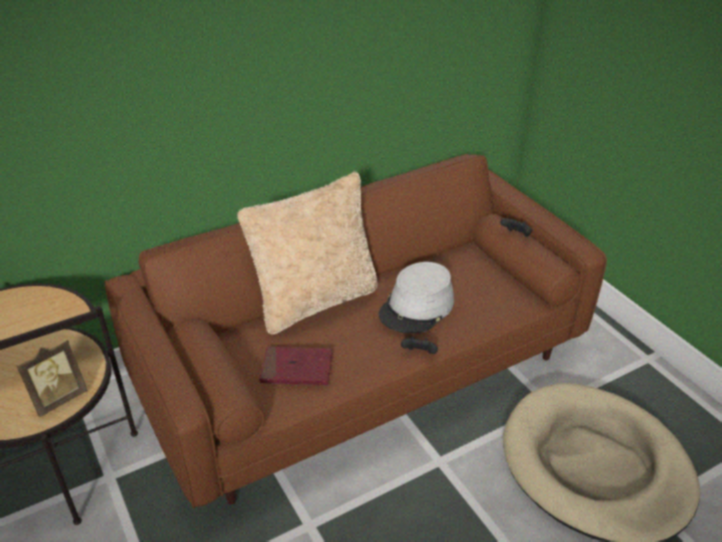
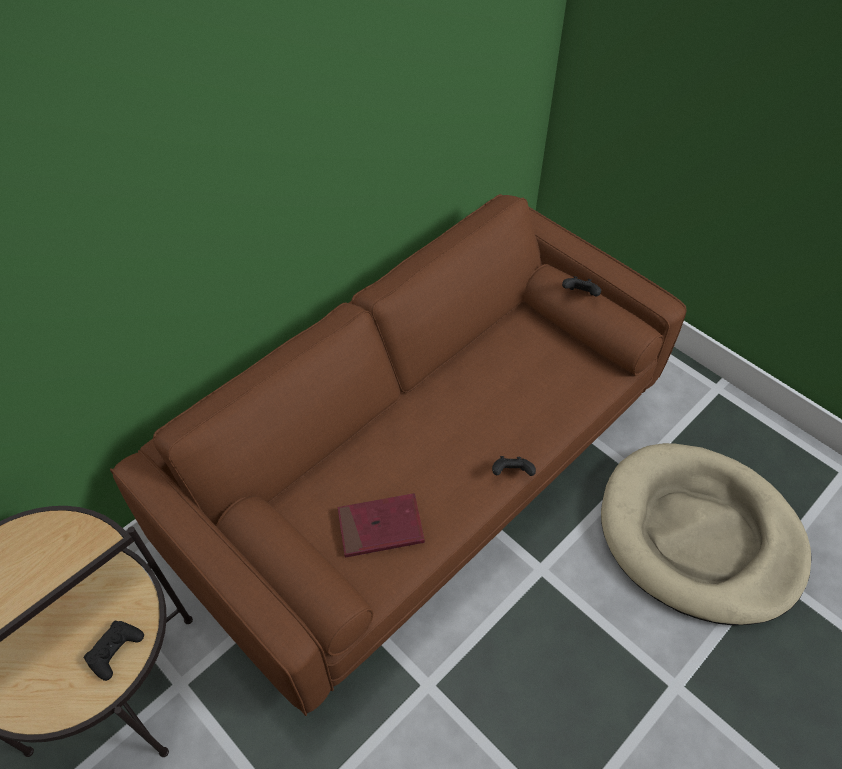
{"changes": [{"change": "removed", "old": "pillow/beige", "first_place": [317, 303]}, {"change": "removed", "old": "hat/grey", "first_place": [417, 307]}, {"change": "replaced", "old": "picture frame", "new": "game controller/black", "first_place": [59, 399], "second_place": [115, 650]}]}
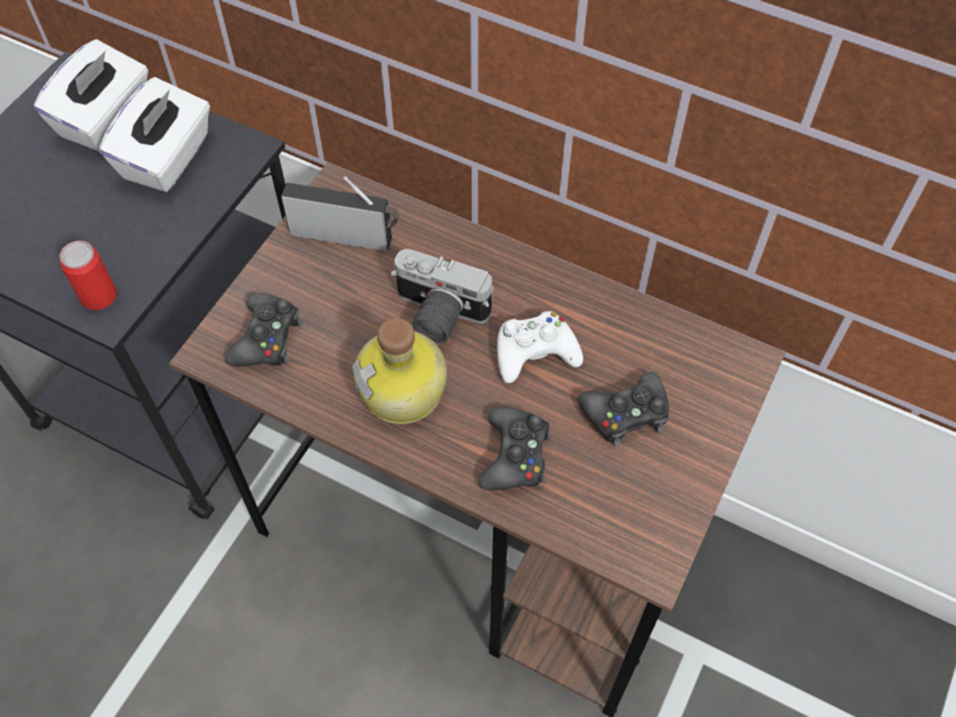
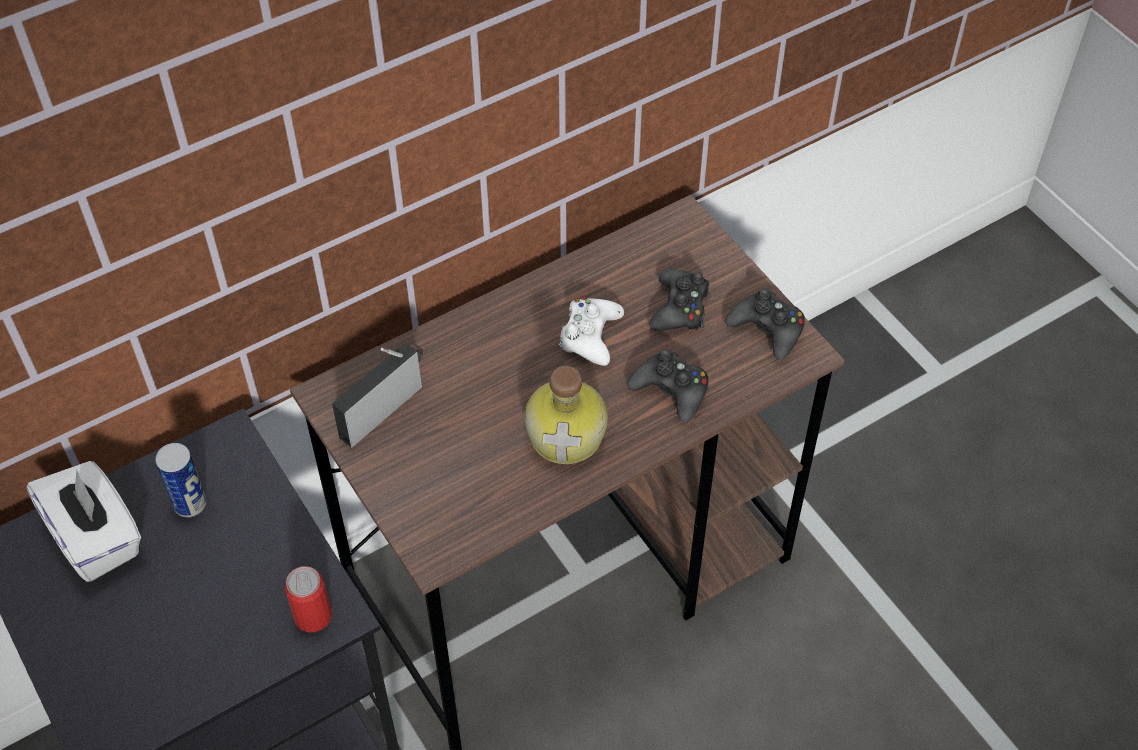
{"changes": [{"change": "removed", "old": "photo camera", "first_place": [437, 315]}, {"change": "moved", "old": "game controller/black", "first_place": [267, 338], "second_place": [767, 329]}, {"change": "replaced", "old": "tissue box/white", "new": "can", "first_place": [168, 158], "second_place": [190, 504]}]}
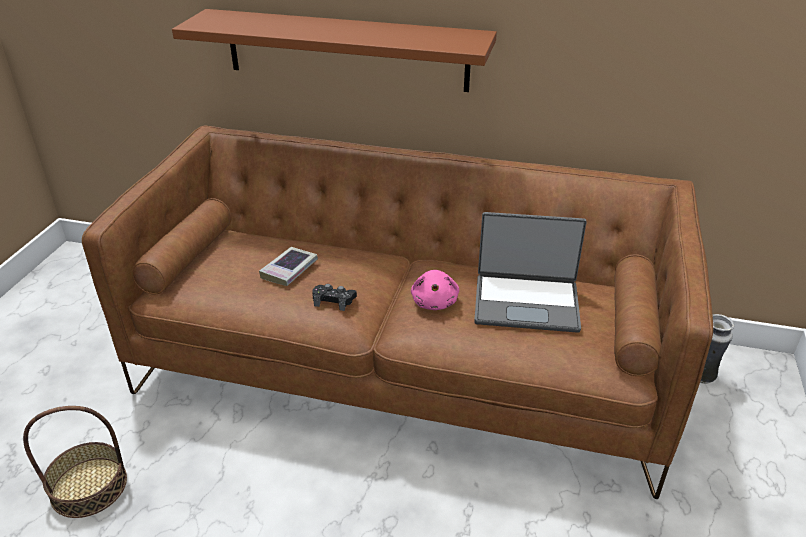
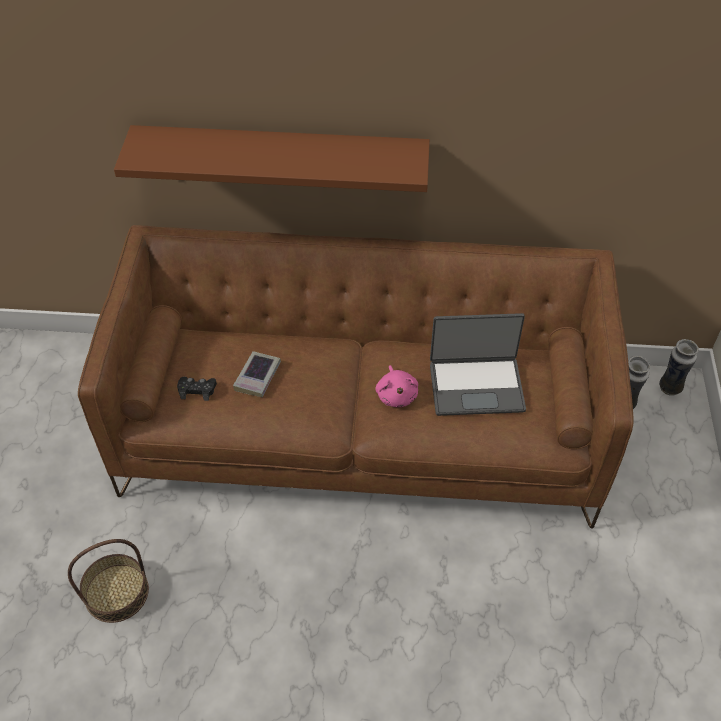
{"changes": [{"change": "added", "new": "vase", "second_place": [670, 387]}, {"change": "moved", "old": "game controller/black", "first_place": [334, 300], "second_place": [197, 390]}]}
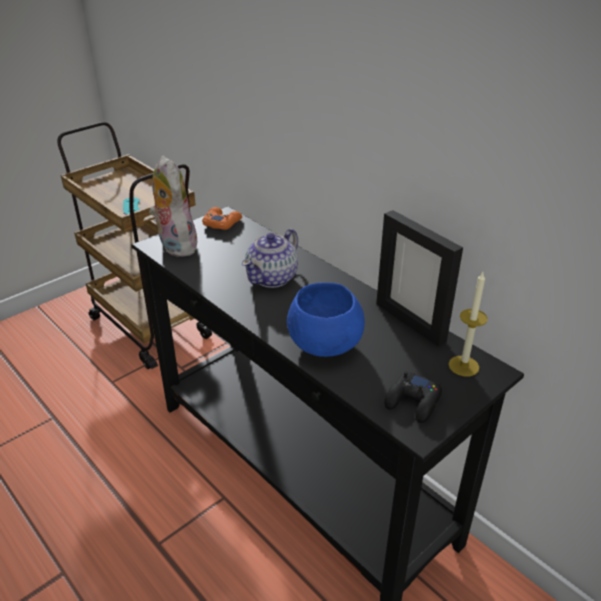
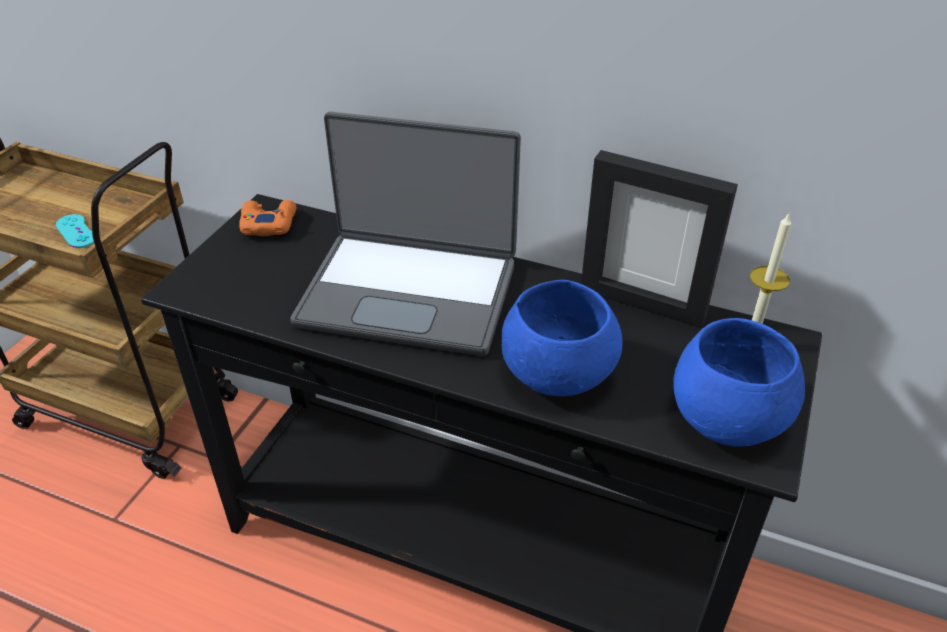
{"changes": [{"change": "removed", "old": "plush toy", "first_place": [175, 245]}, {"change": "replaced", "old": "teapot", "new": "laptop", "first_place": [273, 278], "second_place": [410, 292]}, {"change": "replaced", "old": "game controller/black", "new": "bowl/blue", "first_place": [413, 402], "second_place": [729, 419]}]}
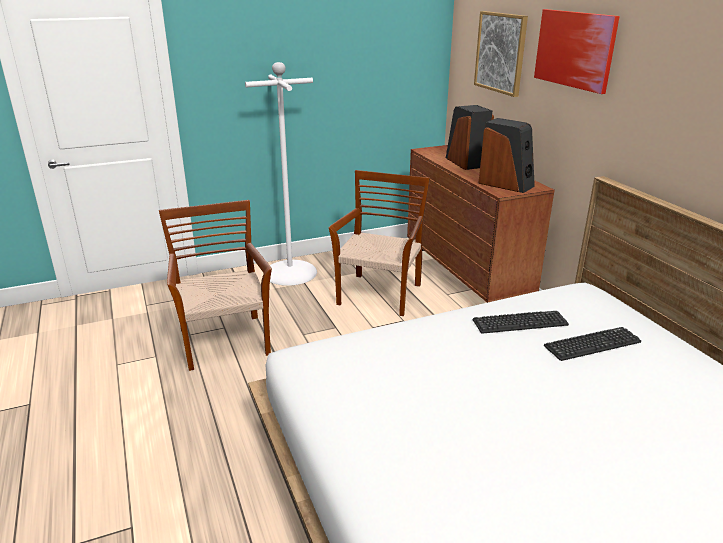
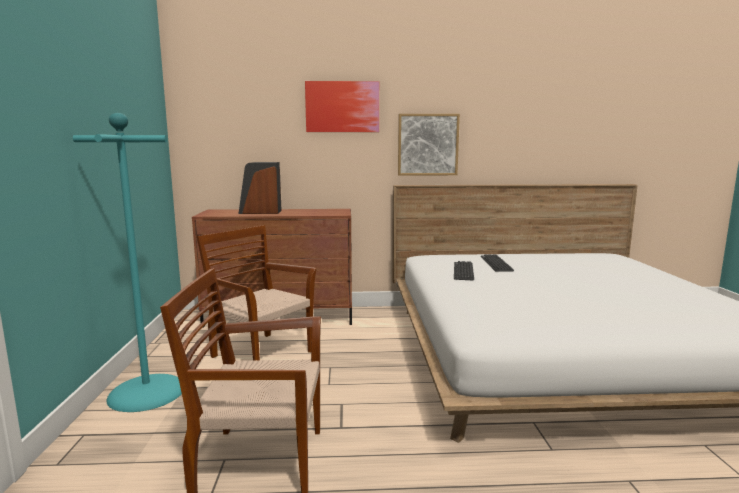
{"changes": [{"change": "removed", "old": "speaker", "first_place": [506, 184]}, {"change": "moved", "old": "picture", "first_place": [501, 52], "second_place": [428, 144]}, {"change": "recoloured", "old": "clothes rack/white", "new": "clothes rack/turquoise", "first_place": [290, 273], "second_place": [147, 392]}]}
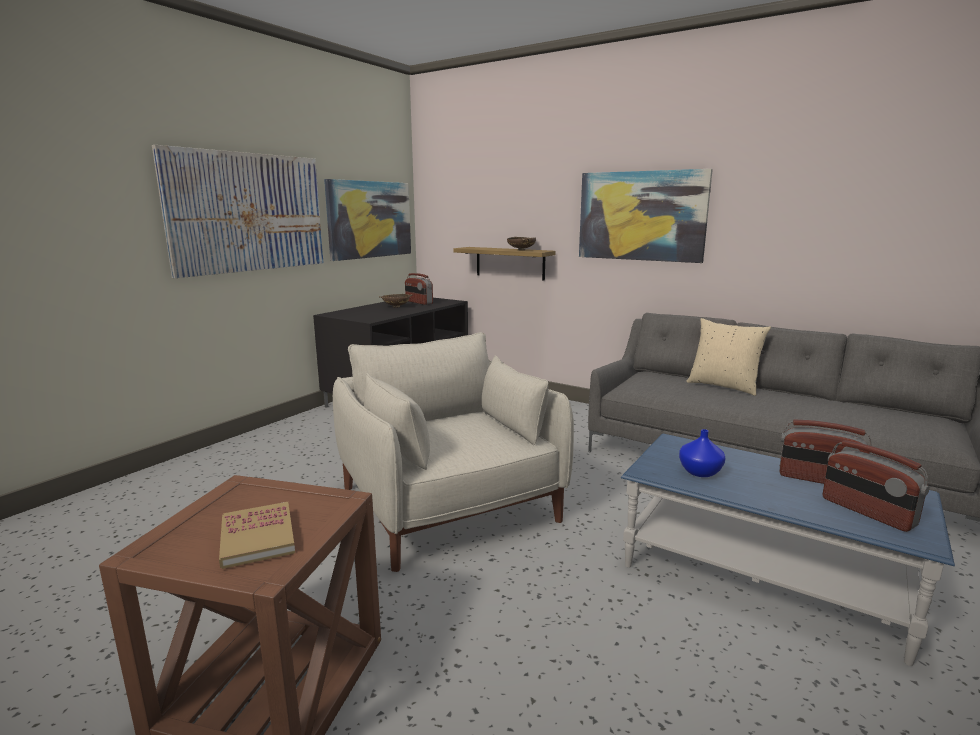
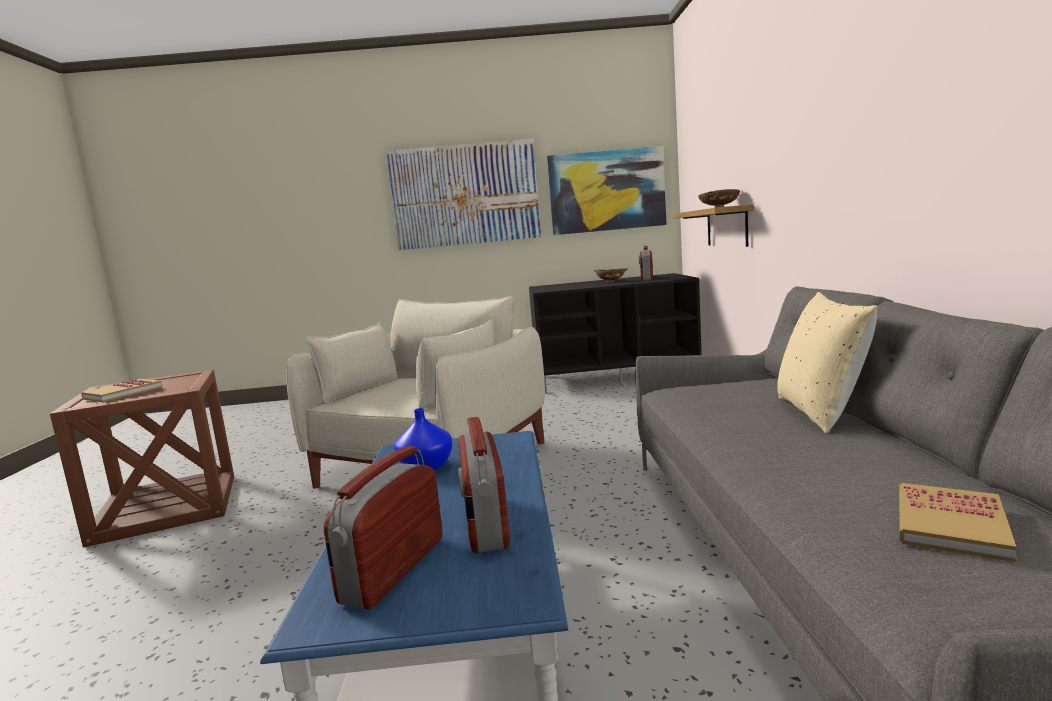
{"changes": [{"change": "removed", "old": "picture", "first_place": [641, 216]}, {"change": "added", "new": "book", "second_place": [950, 524]}]}
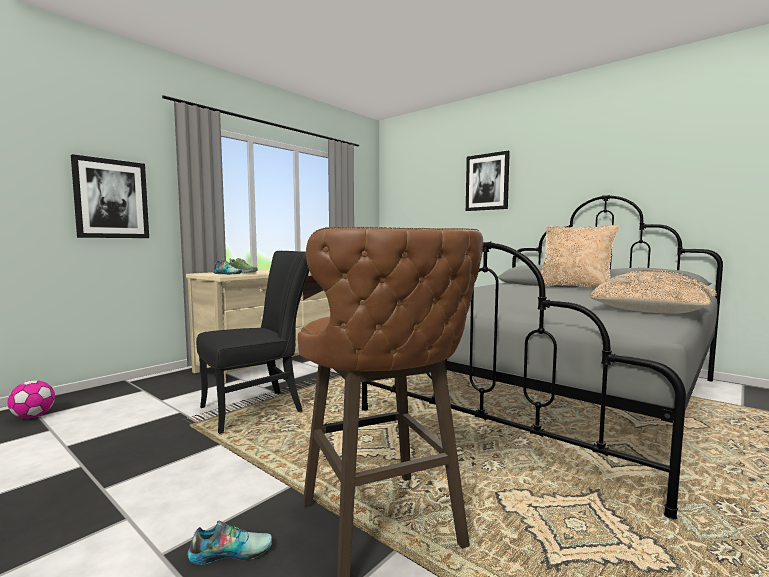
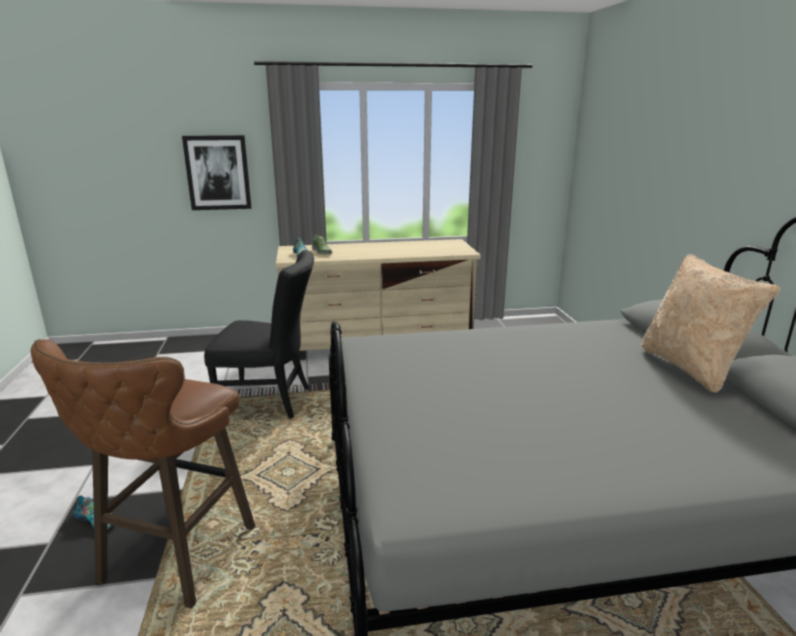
{"changes": [{"change": "removed", "old": "football", "first_place": [33, 416]}, {"change": "removed", "old": "picture", "first_place": [487, 182]}, {"change": "removed", "old": "pillow/beige", "first_place": [652, 309]}]}
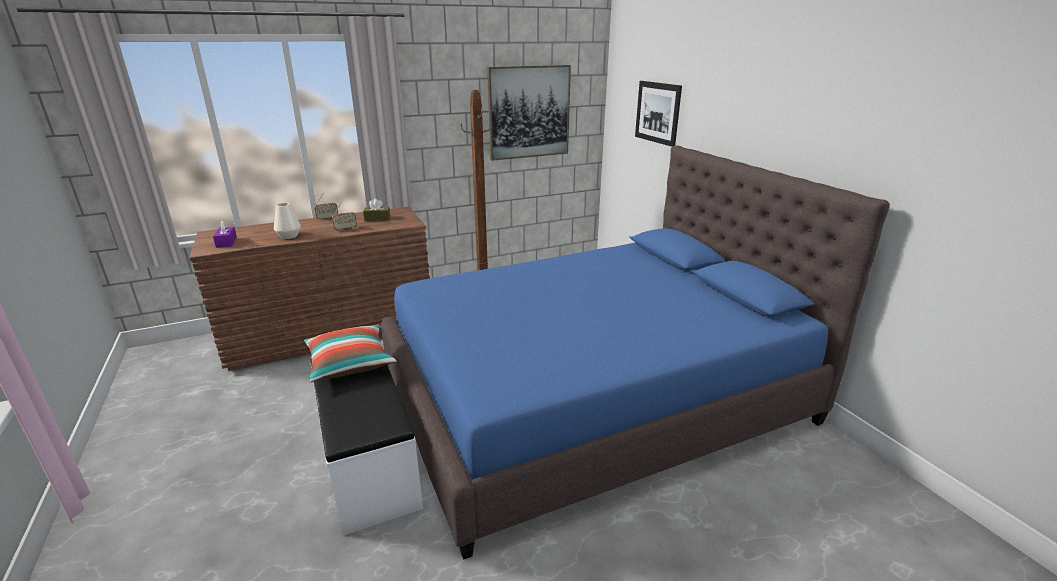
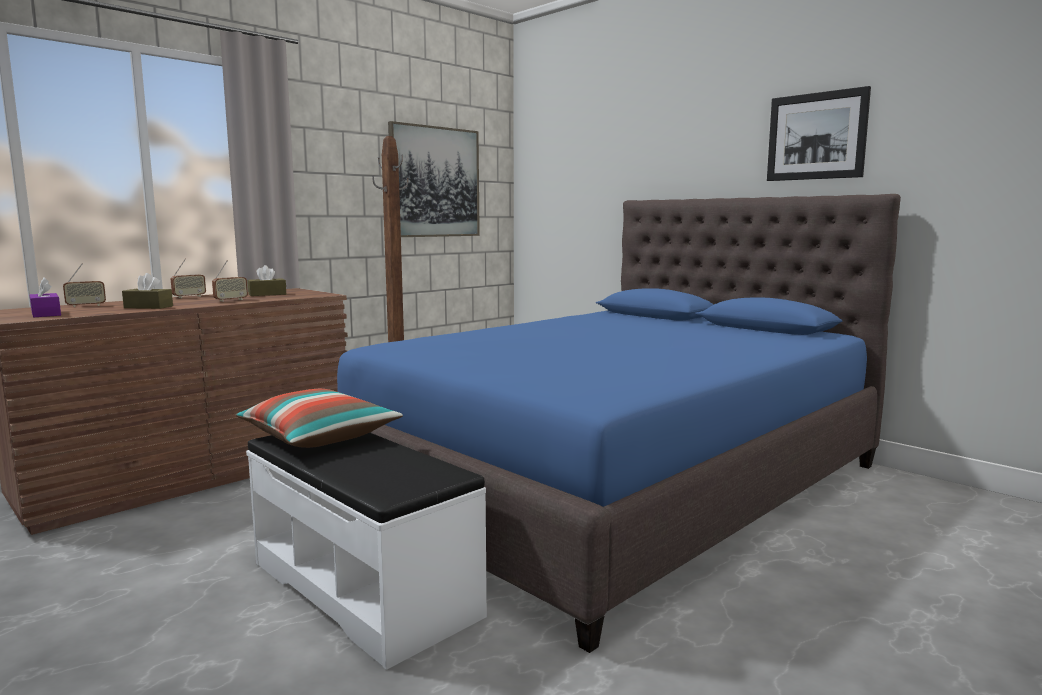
{"changes": [{"change": "added", "new": "radio", "second_place": [86, 306]}, {"change": "moved", "old": "picture", "first_place": [657, 112], "second_place": [816, 136]}, {"change": "replaced", "old": "vase/white", "new": "tissue box/brown", "first_place": [289, 236], "second_place": [148, 307]}]}
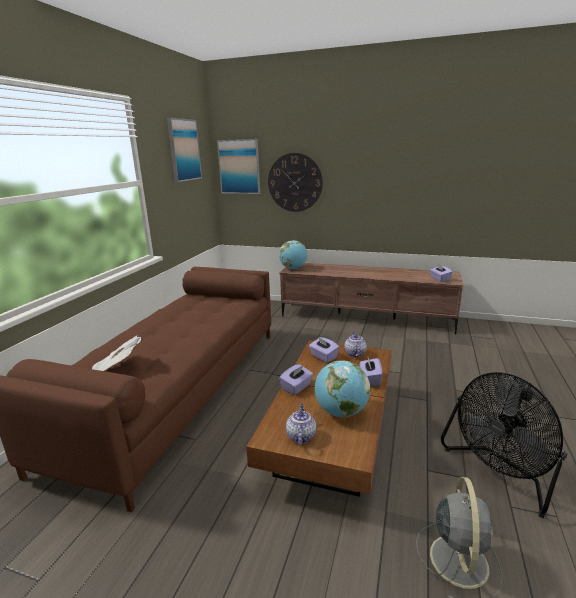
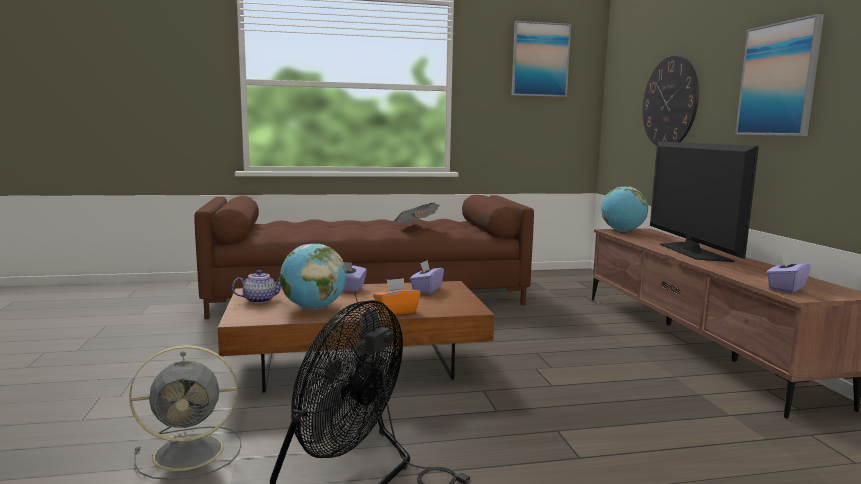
{"changes": [{"change": "removed", "old": "teapot", "first_place": [354, 353]}, {"change": "added", "new": "television", "second_place": [691, 251]}, {"change": "moved", "old": "newspaper", "first_place": [117, 368], "second_place": [415, 227]}, {"change": "moved", "old": "picture", "first_place": [239, 167], "second_place": [778, 80]}, {"change": "recoloured", "old": "tissue box/purple", "new": "tissue box/orange", "first_place": [369, 379], "second_place": [396, 311]}]}
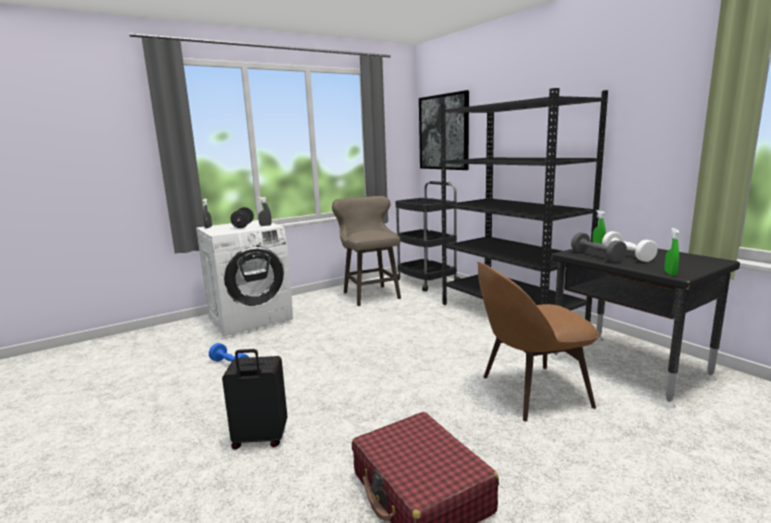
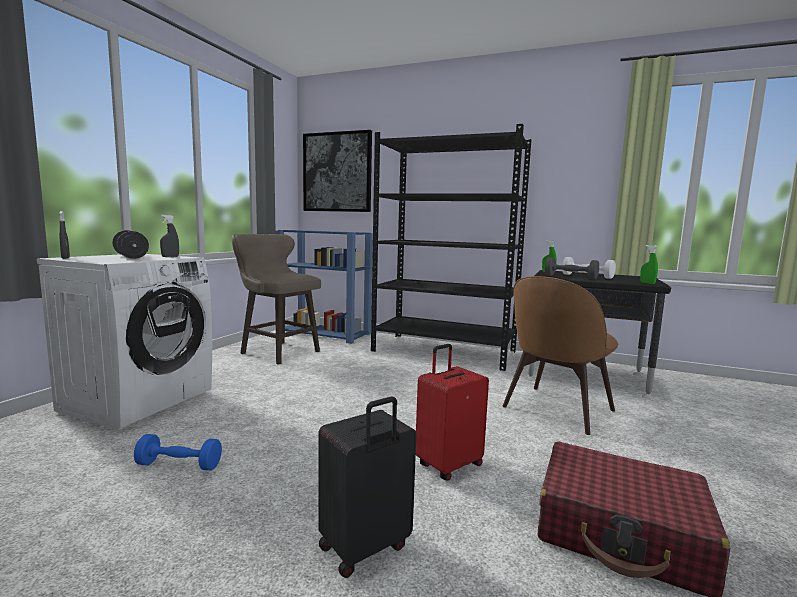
{"changes": [{"change": "added", "new": "suitcase/red", "second_place": [448, 465]}, {"change": "replaced", "old": "cart/black", "new": "bookcase/blue", "first_place": [426, 281], "second_place": [324, 333]}]}
